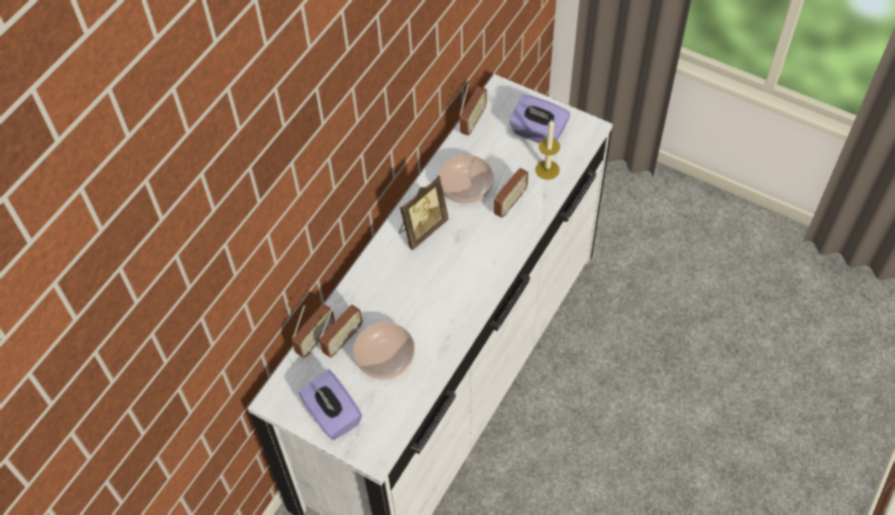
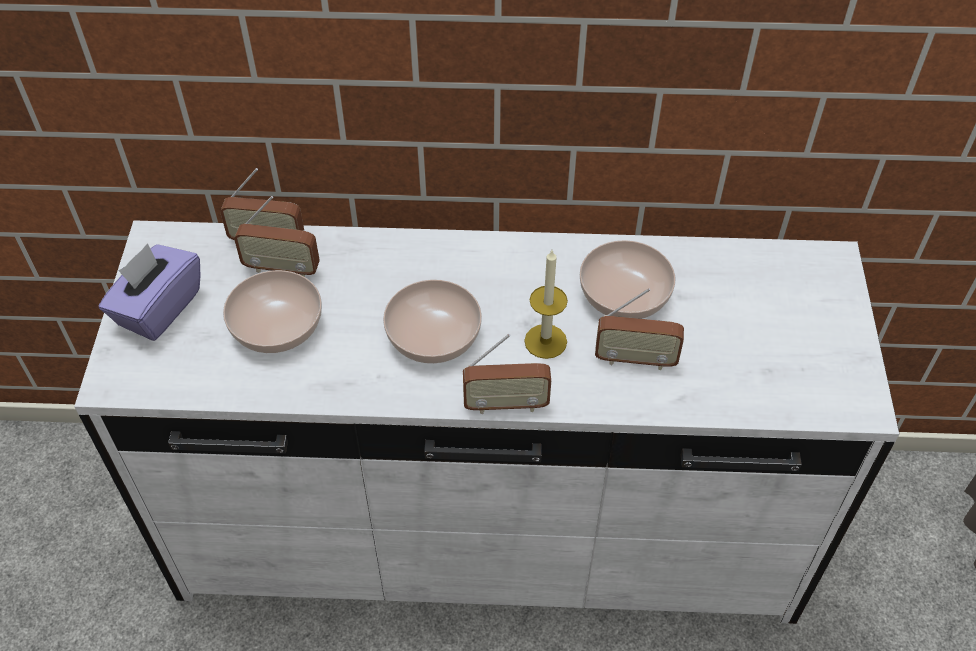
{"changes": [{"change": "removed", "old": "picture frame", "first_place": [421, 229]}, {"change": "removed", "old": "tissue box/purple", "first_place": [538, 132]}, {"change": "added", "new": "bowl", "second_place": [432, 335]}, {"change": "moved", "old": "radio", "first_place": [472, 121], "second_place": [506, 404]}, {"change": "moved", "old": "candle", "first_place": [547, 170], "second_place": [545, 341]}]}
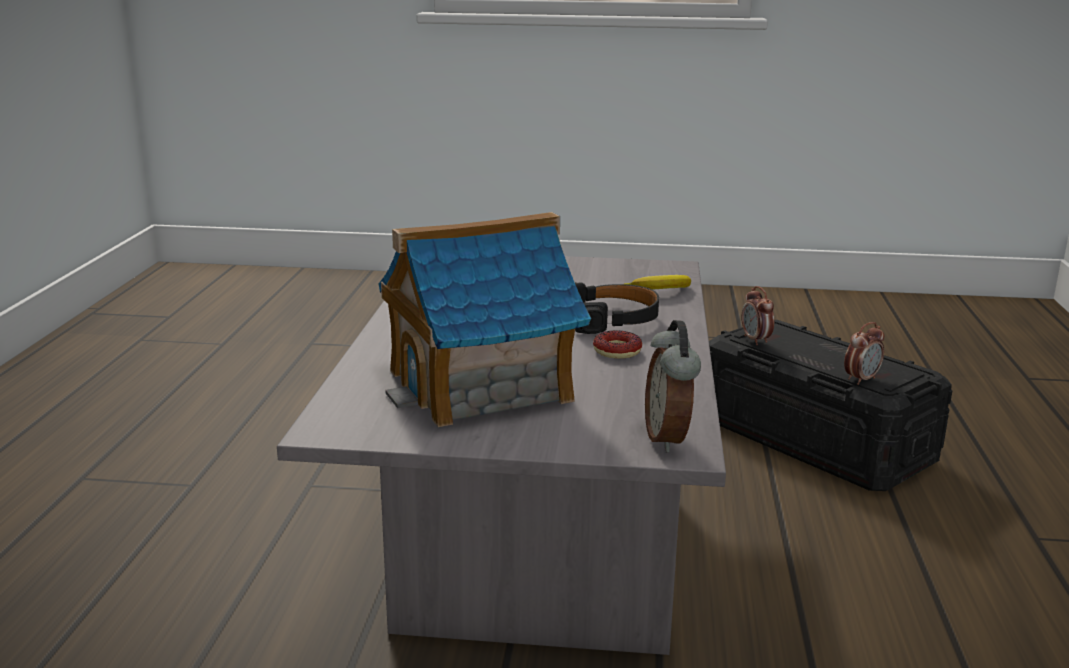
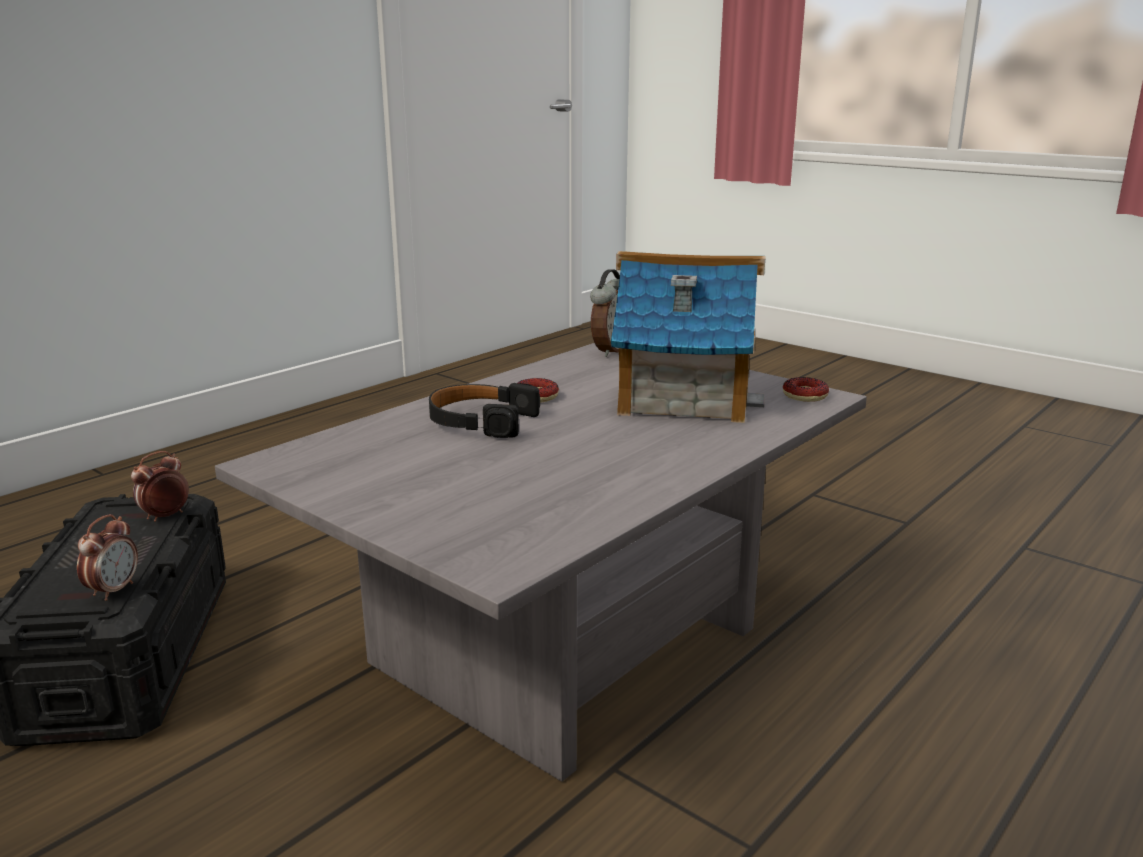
{"changes": [{"change": "removed", "old": "banana", "first_place": [660, 291]}, {"change": "added", "new": "donut", "second_place": [804, 395]}, {"change": "turned", "old": "alarm clock", "first_place": [861, 379], "second_place": [165, 516], "degrees": -45}]}
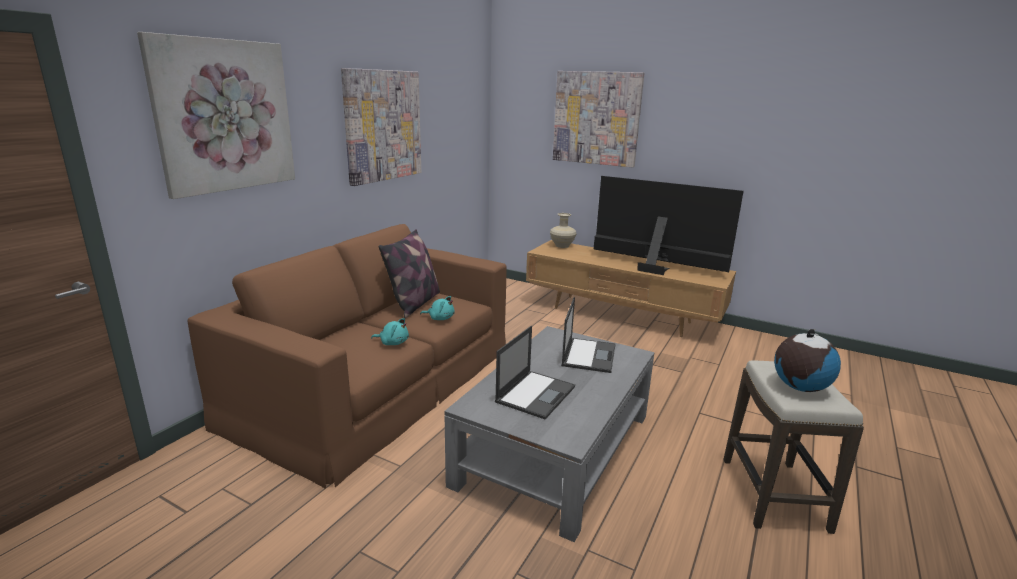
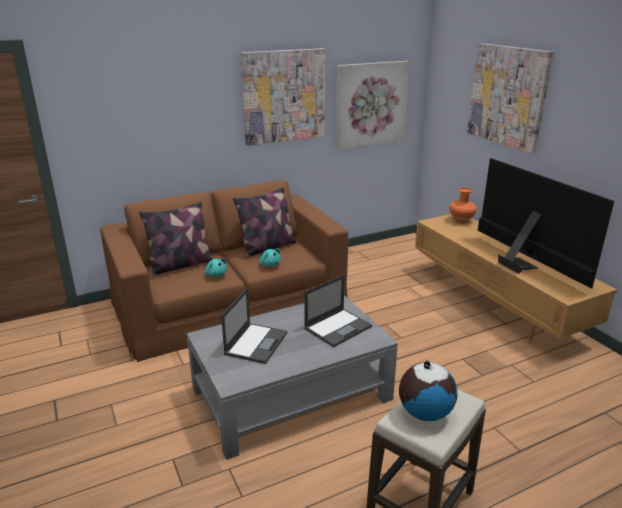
{"changes": [{"change": "added", "new": "pillow", "second_place": [180, 265]}, {"change": "moved", "old": "picture", "first_place": [225, 116], "second_place": [371, 104]}, {"change": "recoloured", "old": "vase/beige", "new": "vase/orange", "first_place": [562, 246], "second_place": [461, 220]}, {"change": "turned", "old": "laptop", "first_place": [536, 394], "second_place": [256, 343], "degrees": -45}]}
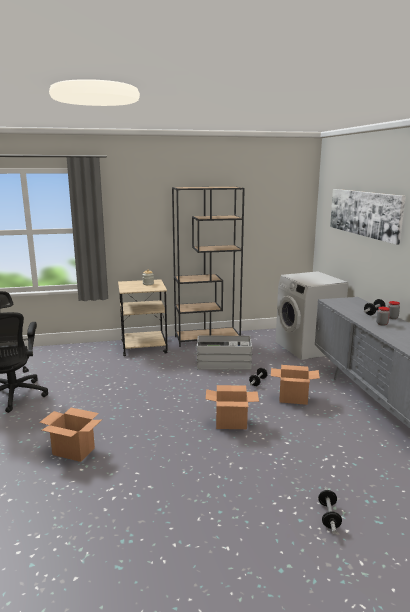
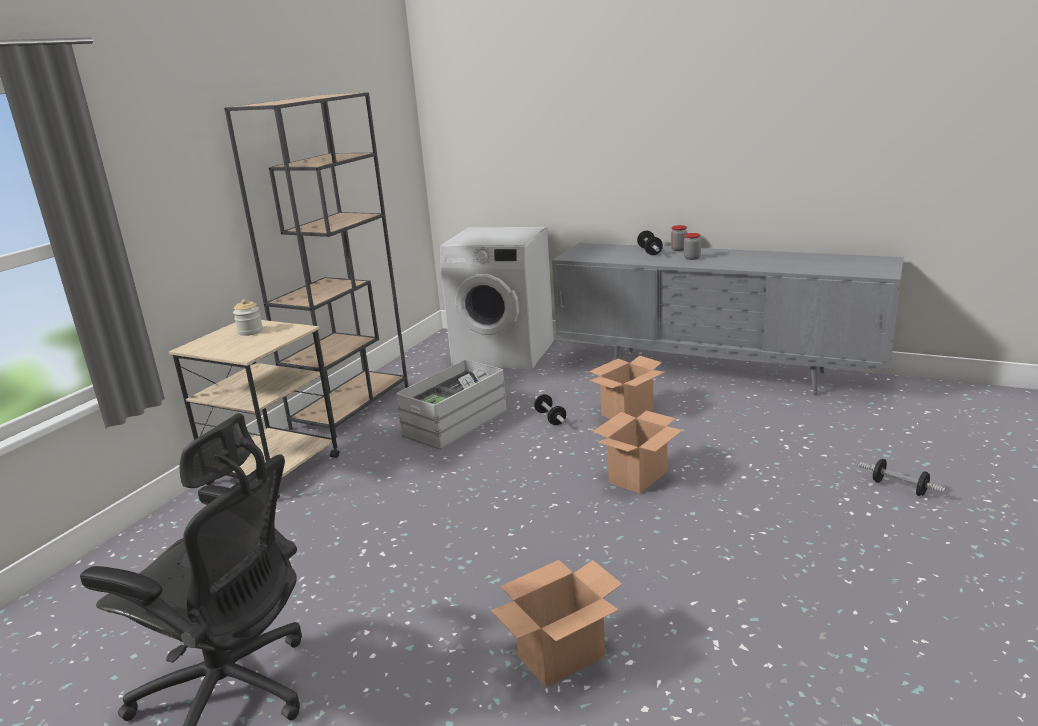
{"changes": [{"change": "removed", "old": "picture", "first_place": [364, 213]}]}
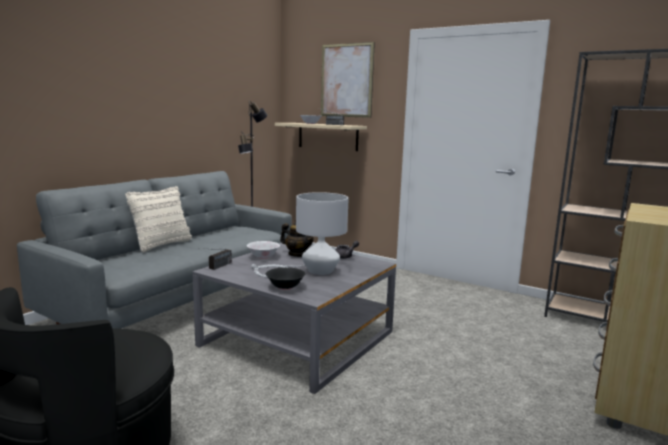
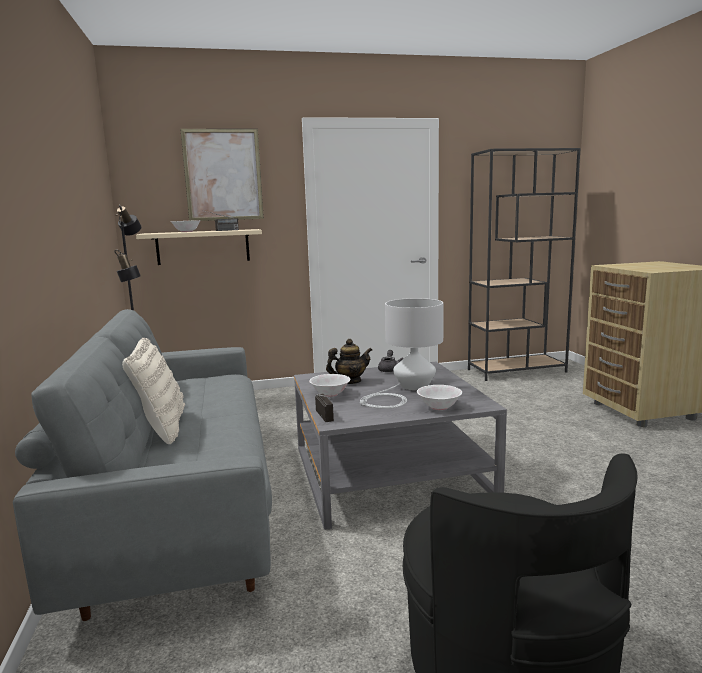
{"changes": [{"change": "recoloured", "old": "bowl/black", "new": "bowl/white", "first_place": [285, 287], "second_place": [439, 407]}]}
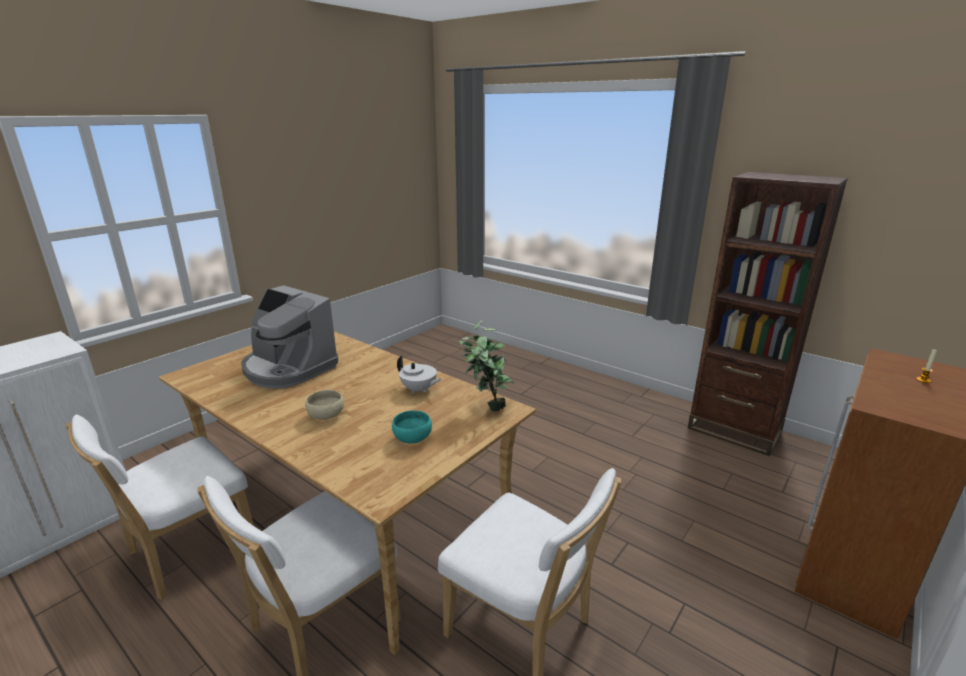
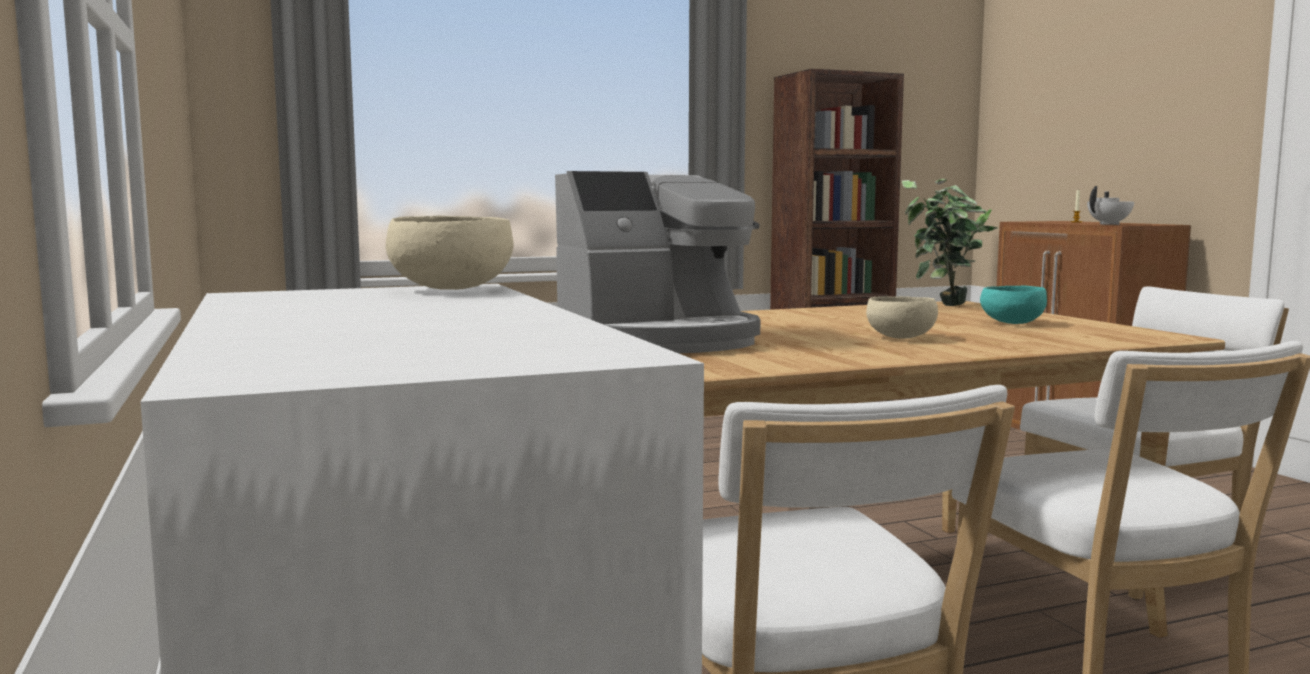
{"changes": [{"change": "added", "new": "bowl/beige", "second_place": [453, 289]}, {"change": "moved", "old": "teapot/white", "first_place": [419, 390], "second_place": [1110, 224]}]}
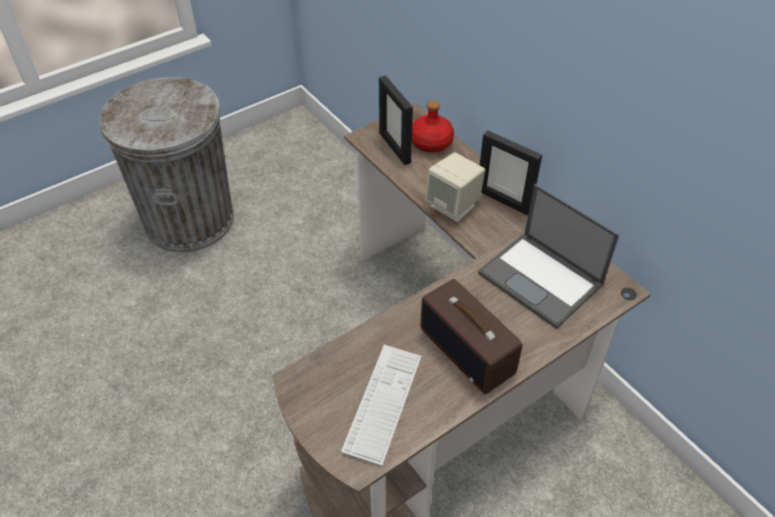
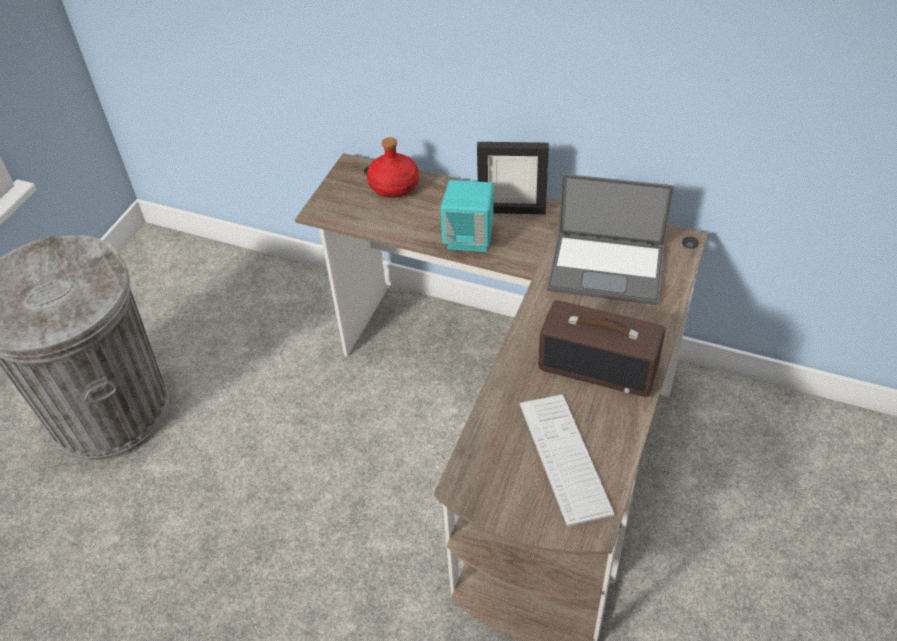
{"changes": [{"change": "removed", "old": "picture frame", "first_place": [396, 147]}, {"change": "recoloured", "old": "speaker/beige", "new": "speaker/turquoise", "first_place": [453, 206], "second_place": [469, 238]}]}
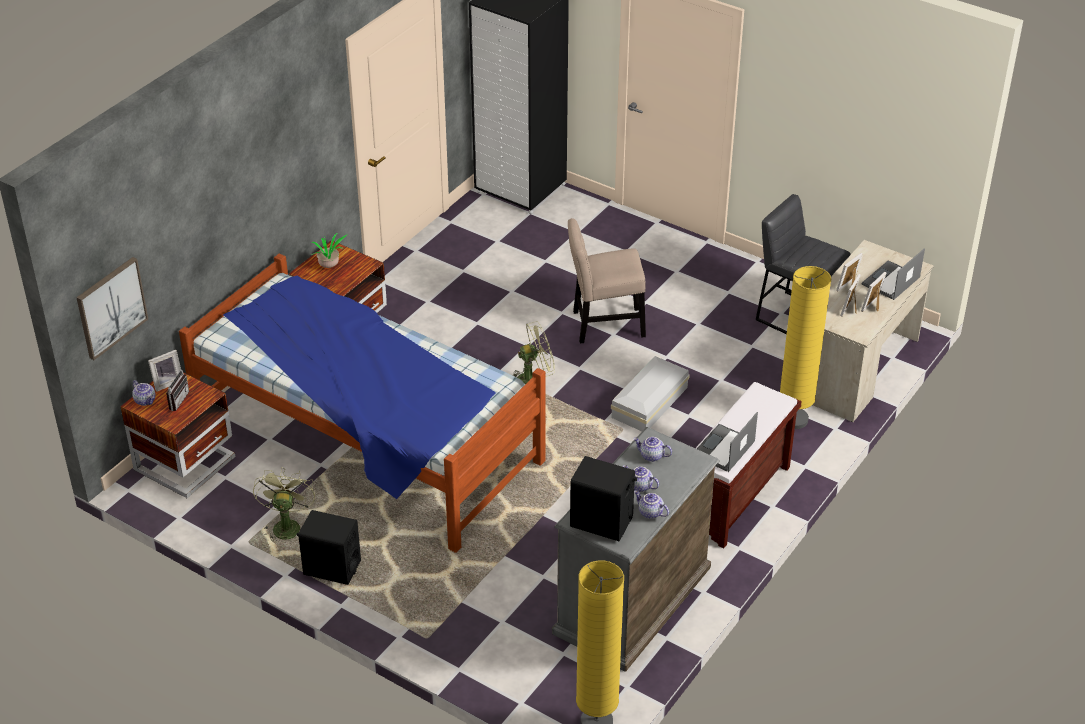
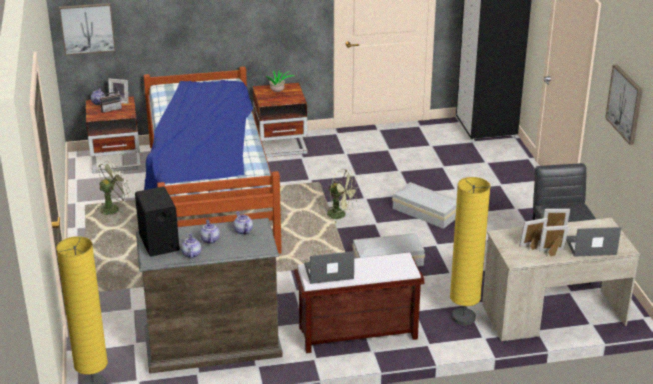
{"changes": [{"change": "removed", "old": "speaker/black", "first_place": [332, 568]}, {"change": "added", "new": "picture", "second_place": [625, 104]}, {"change": "replaced", "old": "chair/beige", "new": "storage box/white", "first_place": [604, 325], "second_place": [425, 211]}]}
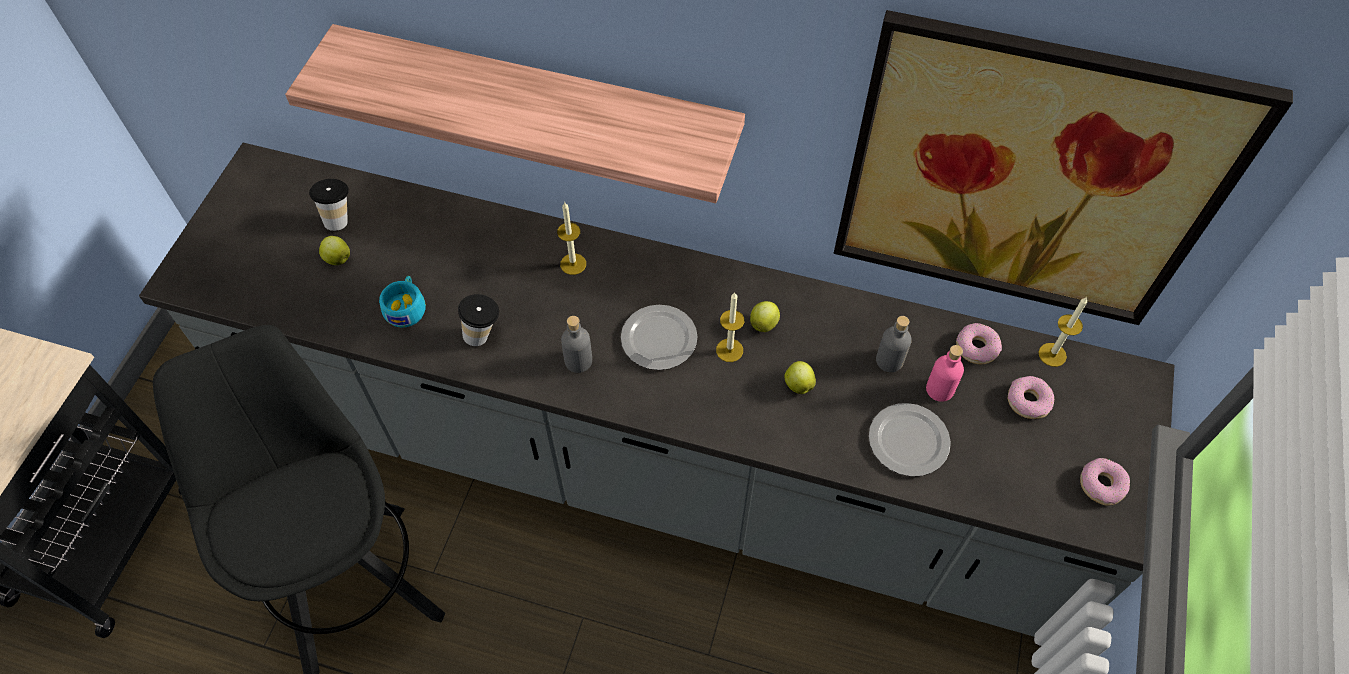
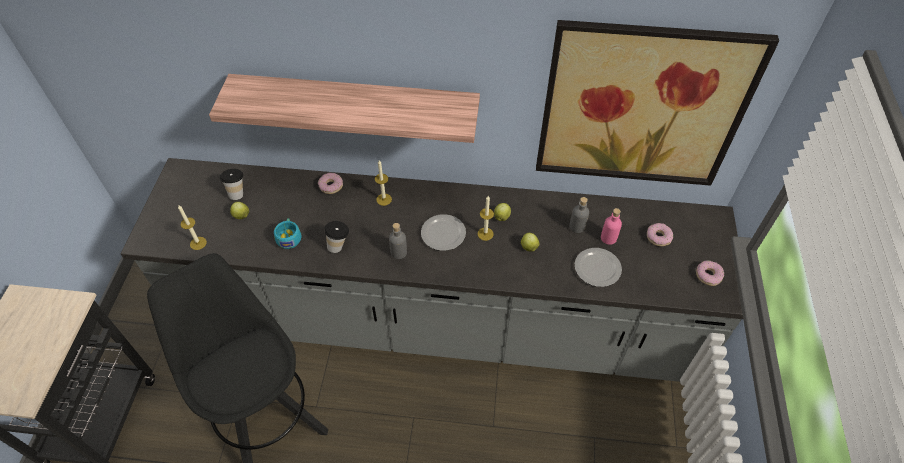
{"changes": [{"change": "moved", "old": "donut", "first_place": [977, 347], "second_place": [331, 186]}, {"change": "moved", "old": "candle", "first_place": [1052, 354], "second_place": [198, 243]}]}
